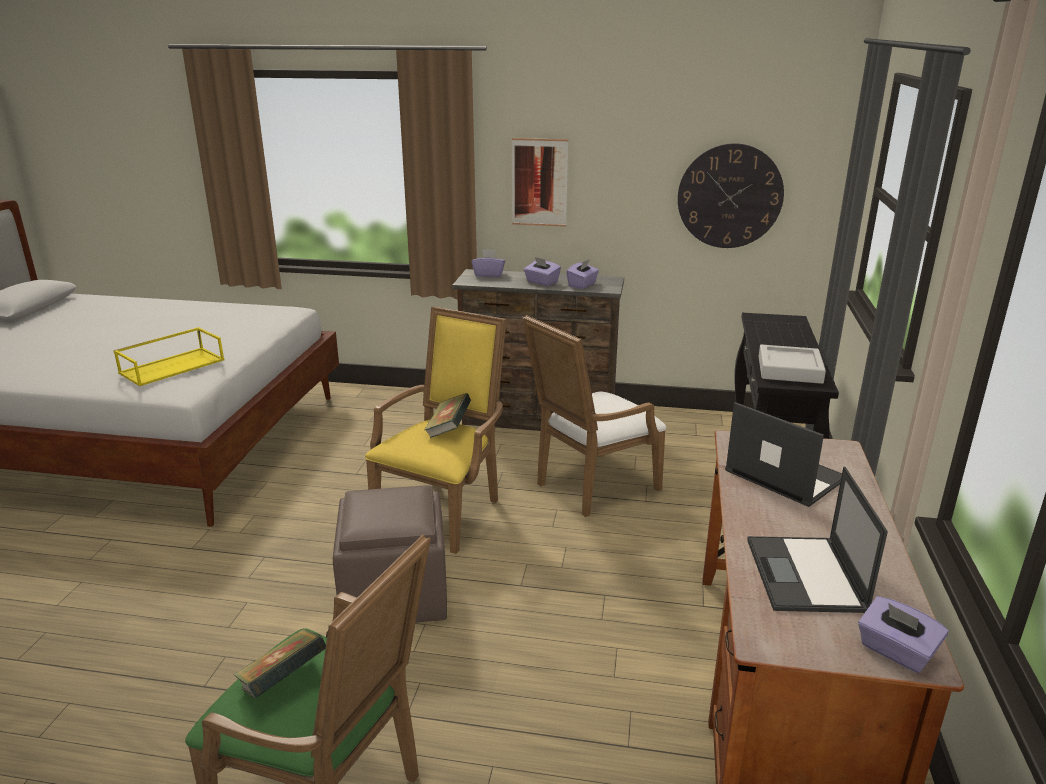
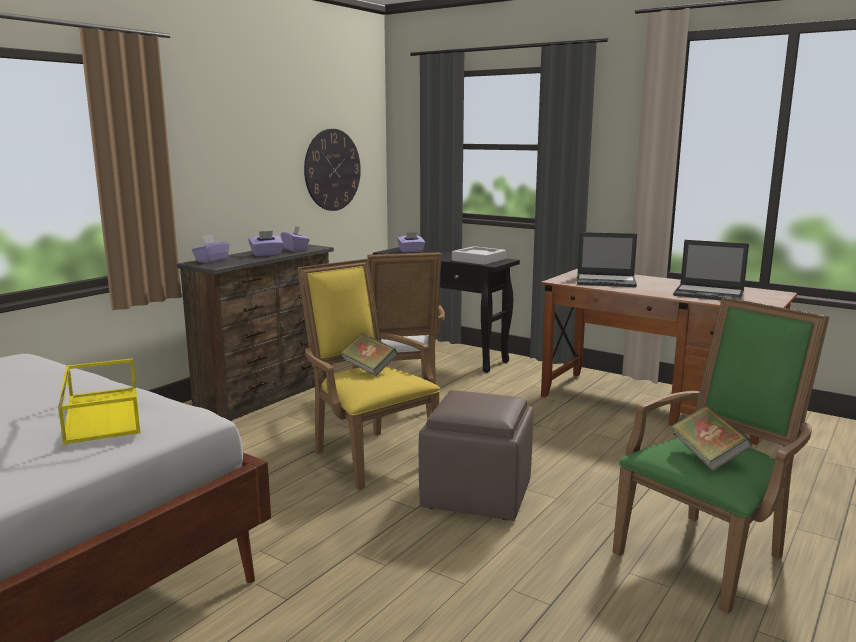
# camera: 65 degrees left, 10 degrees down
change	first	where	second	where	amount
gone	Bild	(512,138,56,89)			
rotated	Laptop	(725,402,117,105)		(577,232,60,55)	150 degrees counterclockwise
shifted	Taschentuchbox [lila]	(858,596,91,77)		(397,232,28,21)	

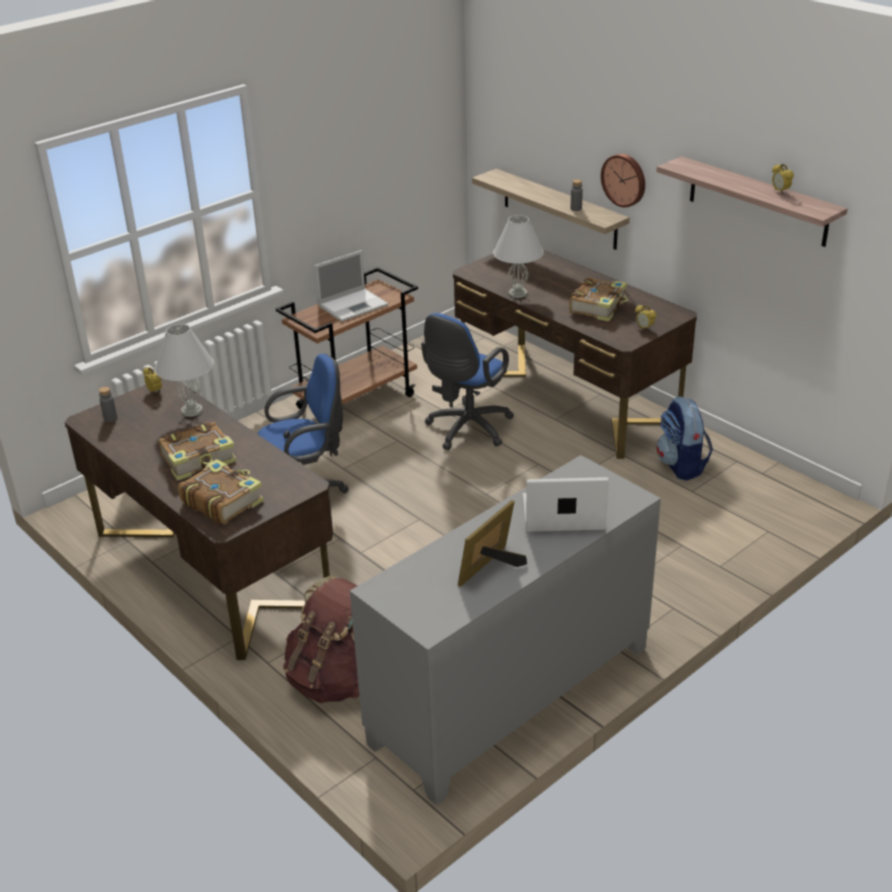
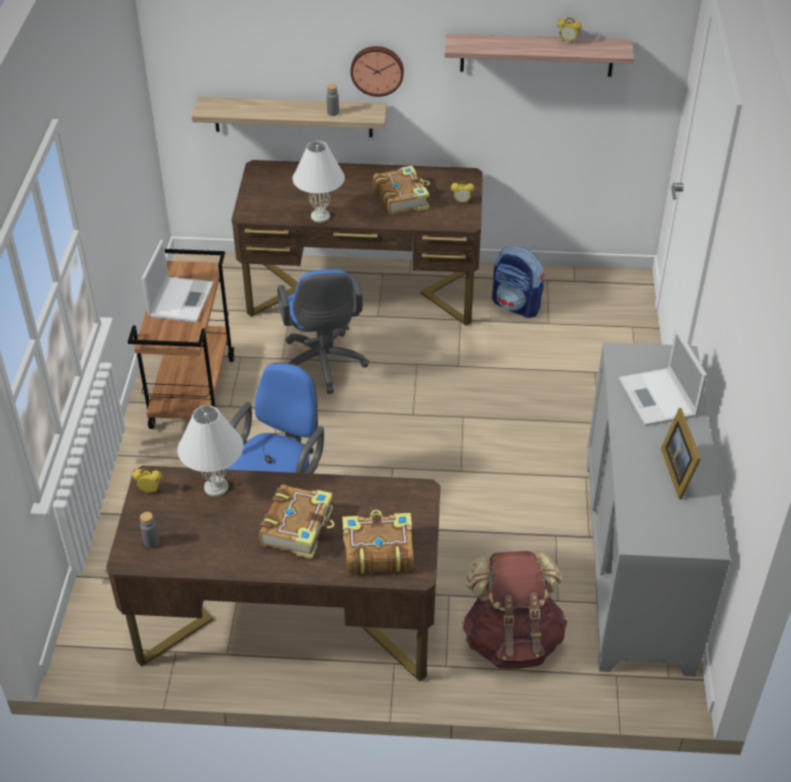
# camera: 45 degrees left, 10 degrees up
change	first	where	second	where	amount
rotated	Laptop	(522,477,87,55)		(619,329,88,97)	60 degrees counterclockwise

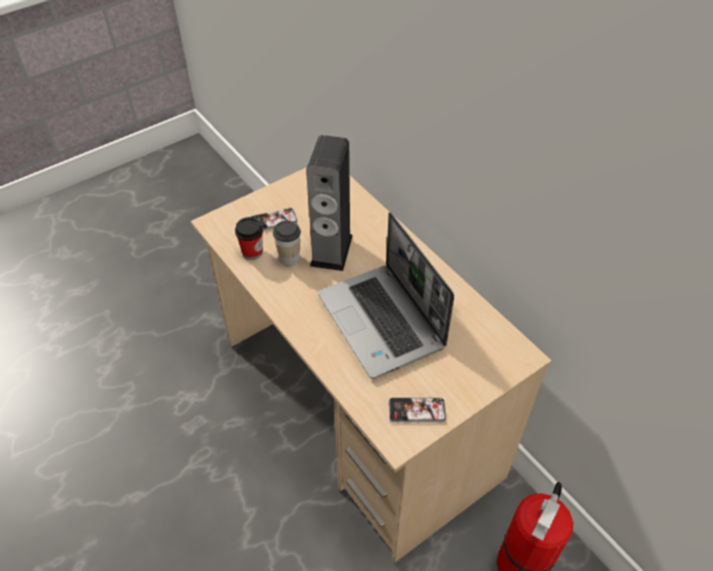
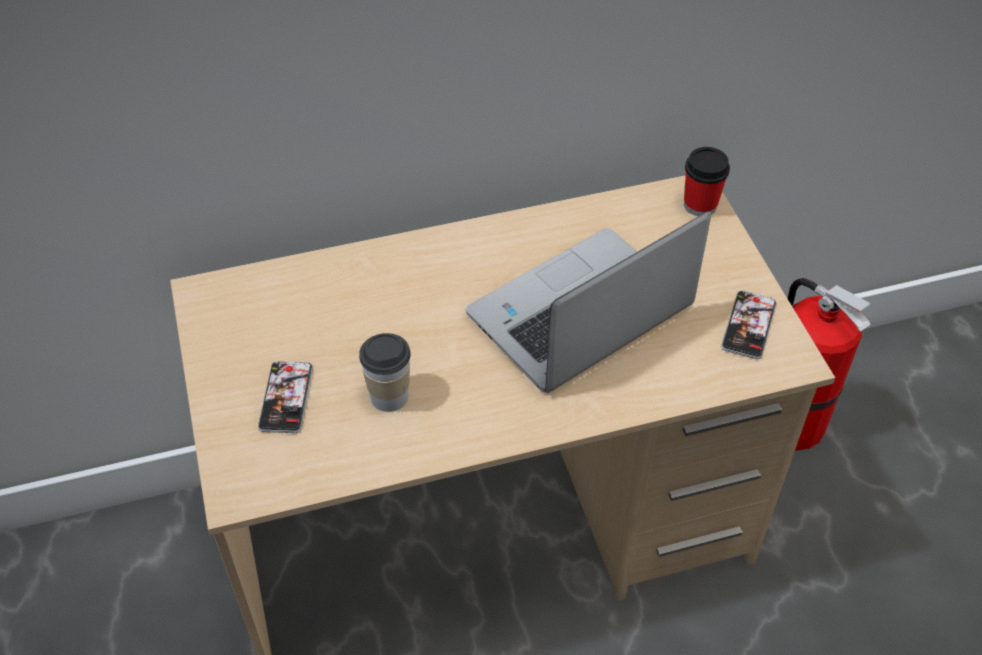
# camera: 70 degrees left, 0 degrees up
change	first	where	second	where	amount
gone	Lautsprecher	(306,135,47,136)			
rotated	Laptop	(318,212,136,167)		(466,211,245,182)	150 degrees clockwise
shifted	Tasse	(235,217,28,43)		(684,147,46,69)	

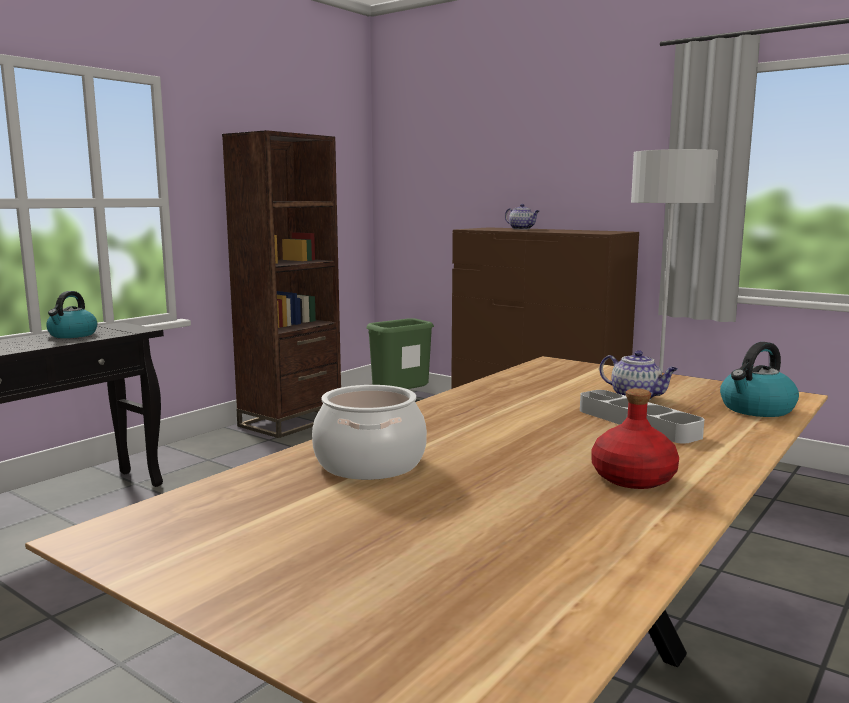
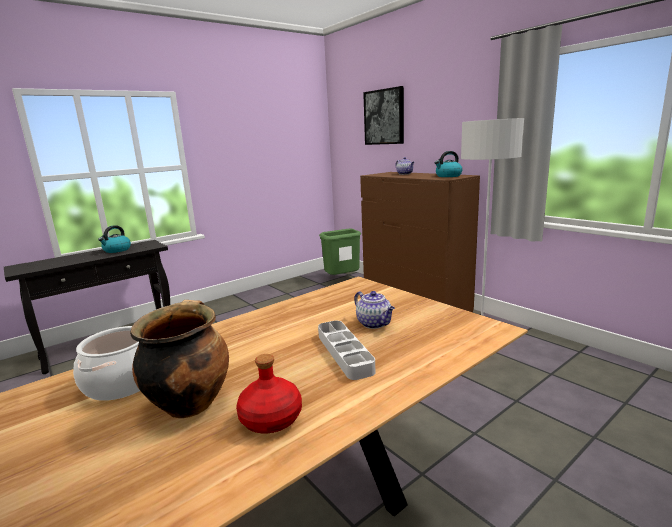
# camera: 15 degrees right, 5 degrees up
change	first	where	second	where	amount
gone	Bücherregal [braun]	(222,130,119,308)			
shifted	Wasserkessel	(720,342,79,75)		(435,151,27,26)	
new			Bild	(363,86,41,59)	
new			Kochtopf	(130,300,99,119)	

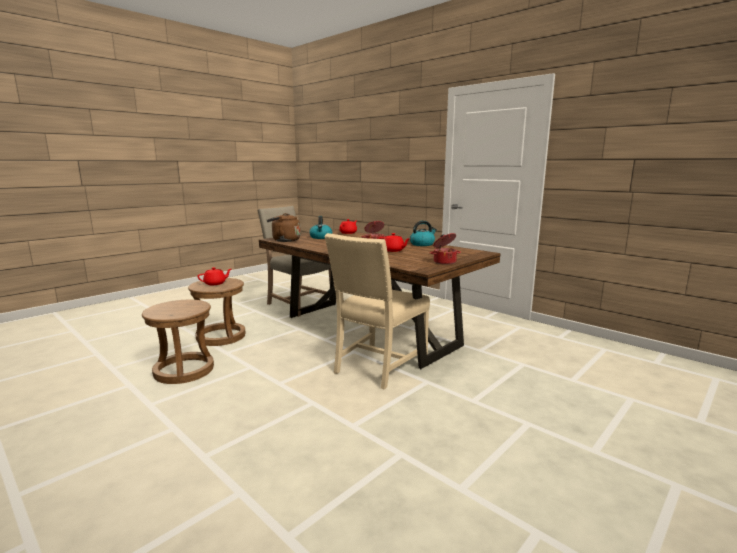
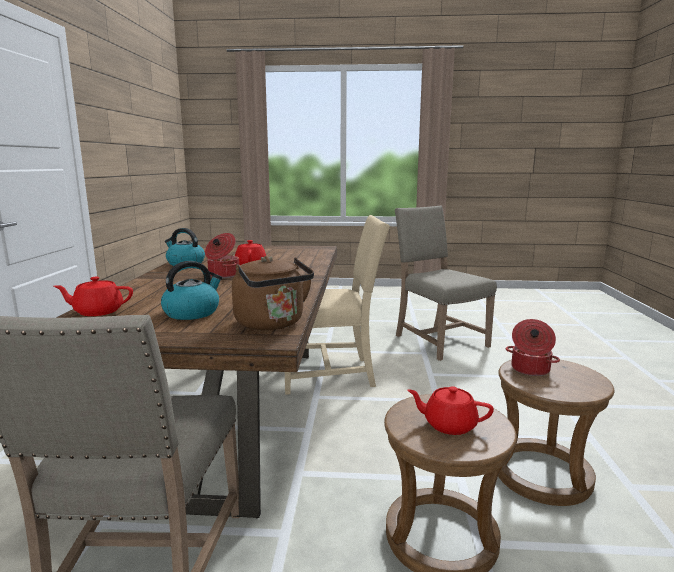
# camera: 130 degrees left, 0 degrees up
change	first	where	second	where	amount
shifted	Kochtopf	(429,233,32,32)		(506,319,54,57)	
new			Stuhl [beige]	(395,206,102,155)	

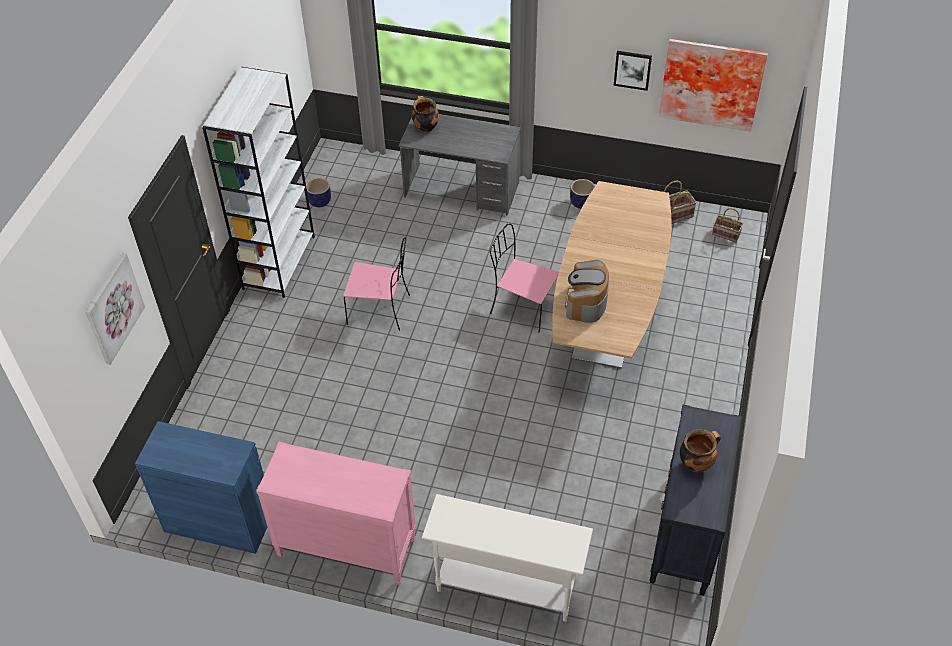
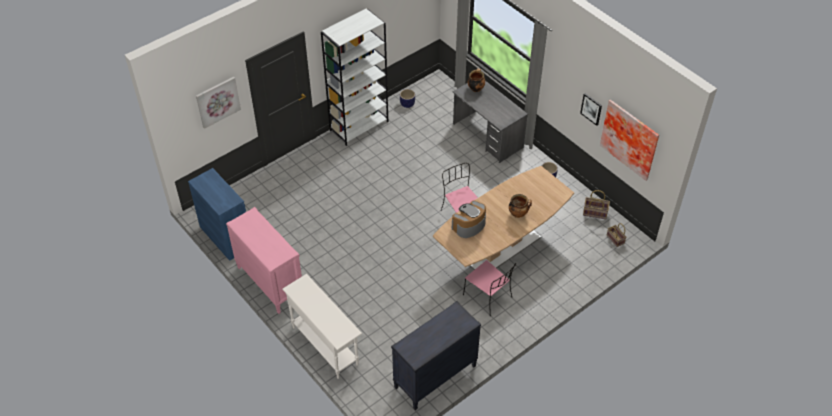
# camera: 35 degrees right, 0 degrees up
change	first	where	second	where	amount
shifted	Stuhl [rosa]	(343,237,67,94)		(463,260,53,56)	
shifted	Kochtopf	(680,429,41,43)		(509,194,23,24)	

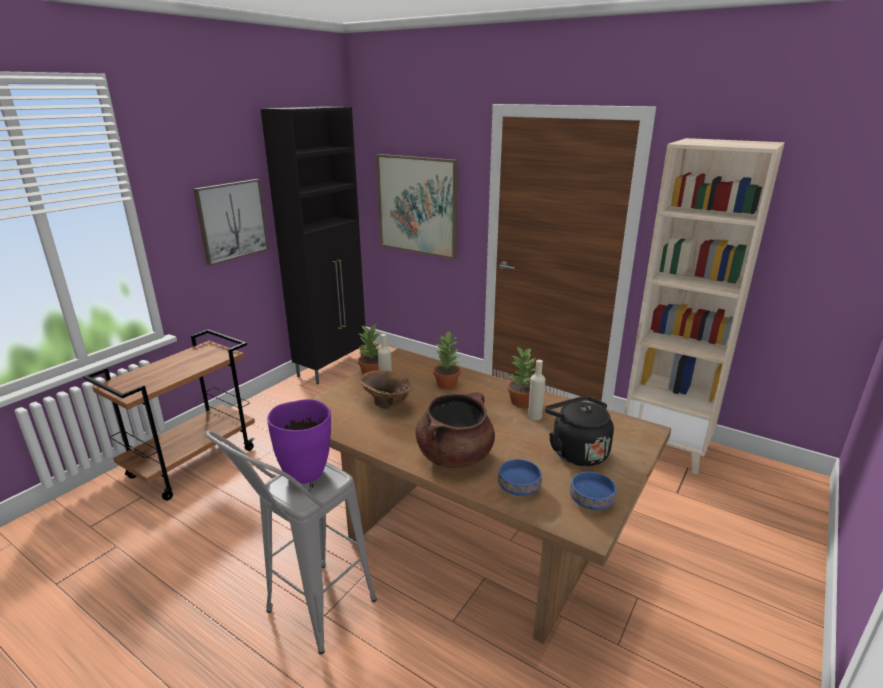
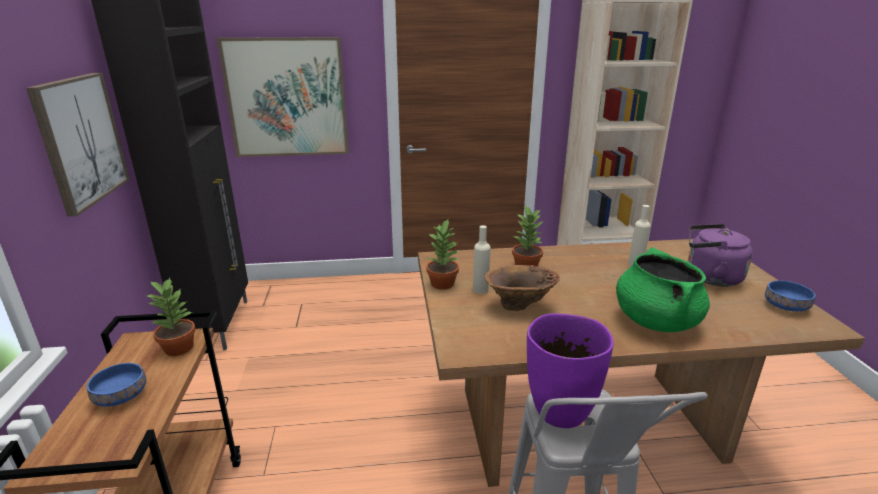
# camera: 40 degrees left, 0 degrees up
change	first	where	second	where	amount
shifted	Topfpflanze	(508,347,28,60)		(147,278,49,78)	
repainted	Kochtopf [braun]	(416,392,79,76)	Kochtopf [grün]	(616,247,94,85)	
repainted	Wasserkessel [schwarz]	(545,396,69,70)	Wasserkessel [lila]	(688,224,65,62)	
shifted	Schüssel [blau]	(498,459,44,37)		(87,363,59,44)	

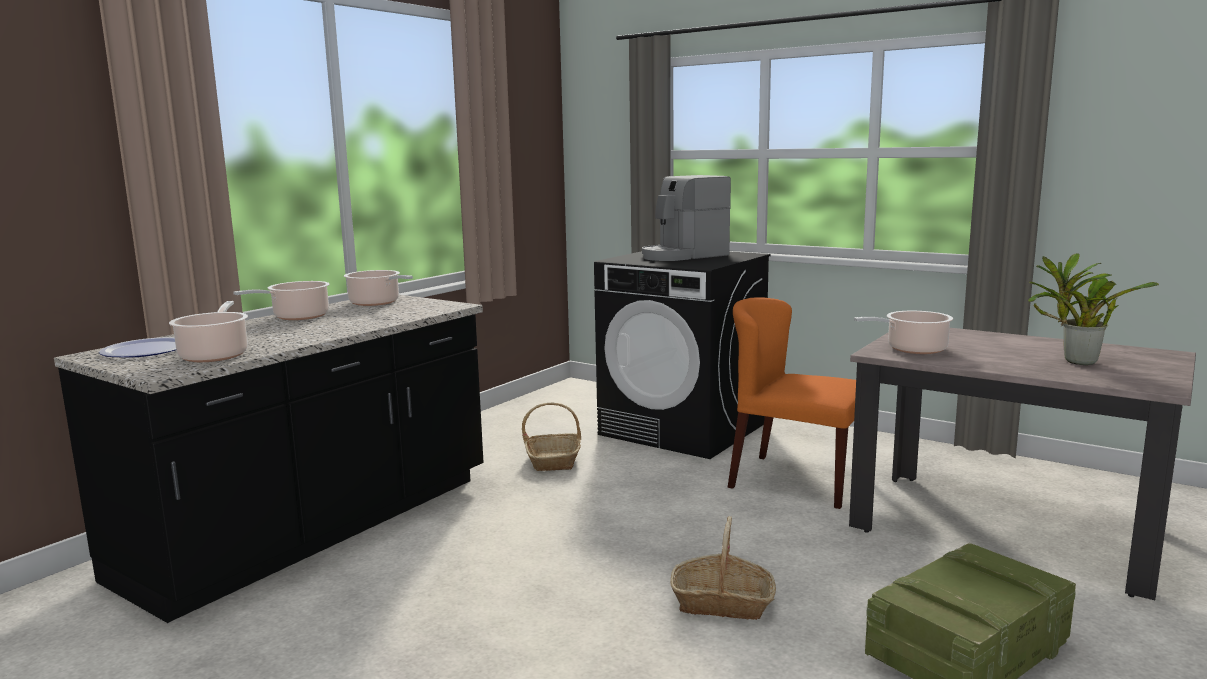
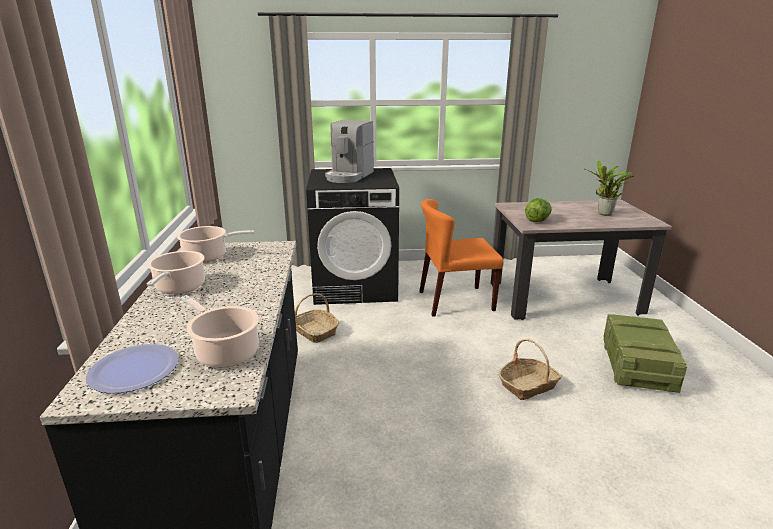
# camera: 40 degrees left, 10 degrees up
change	first	where	second	where	amount
swapped	Kochtopf	(854,311,99,43)	Salatkopf	(525,198,27,24)	

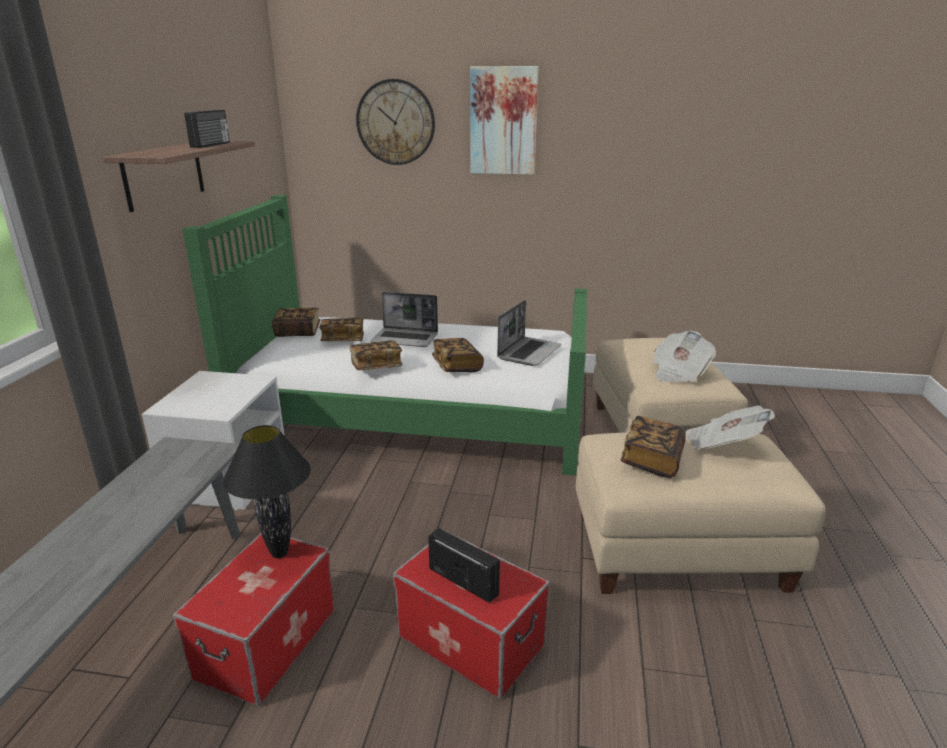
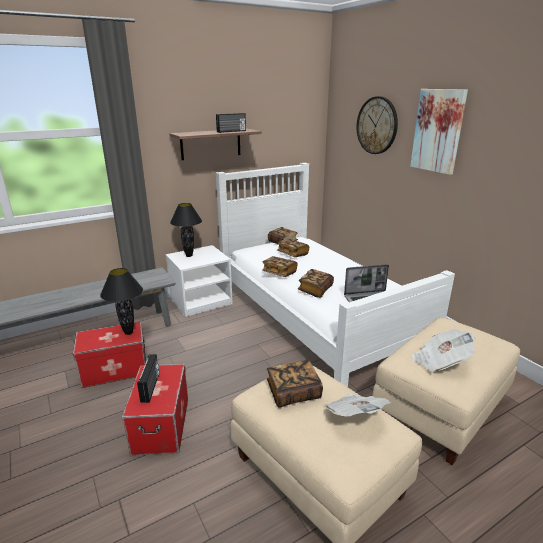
# camera: 50 degrees right, 0 degrees up
change	first	where	second	where	amount
repainted	Bett [grün]	(182,195,405,281)	Bett [weiß]	(216,163,239,224)	
gone	Laptop	(370,292,68,55)			
new			Tischlampe [schwarz]	(170,203,32,54)	

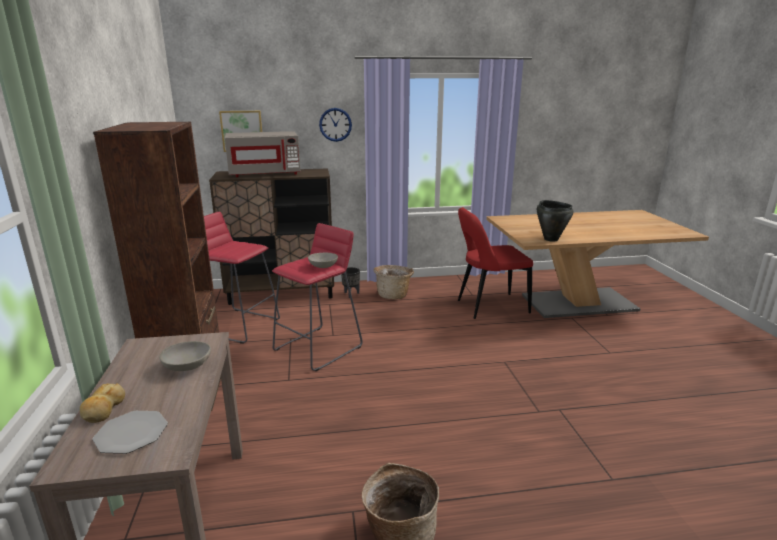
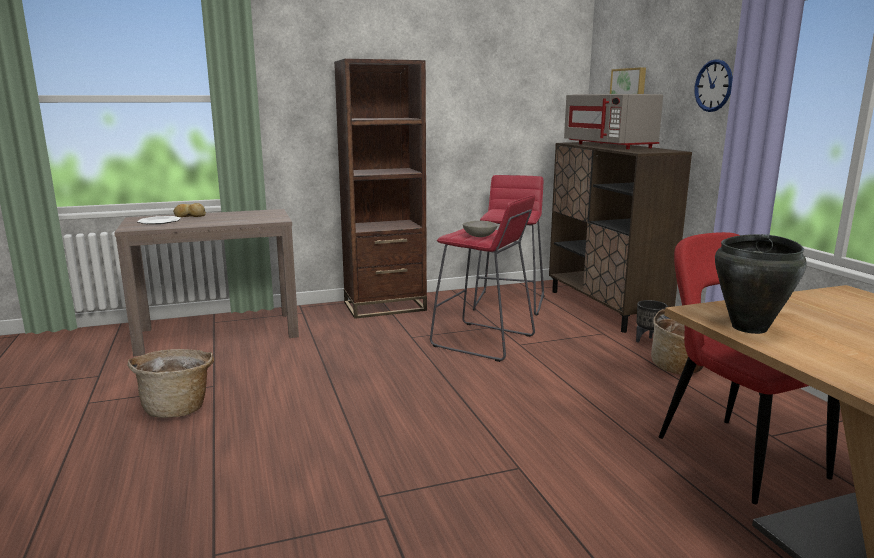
# camera: 80 degrees right, 5 degrees down
change	first	where	second	where	amount
gone	Schüssel [grau]	(159,341,52,30)			

